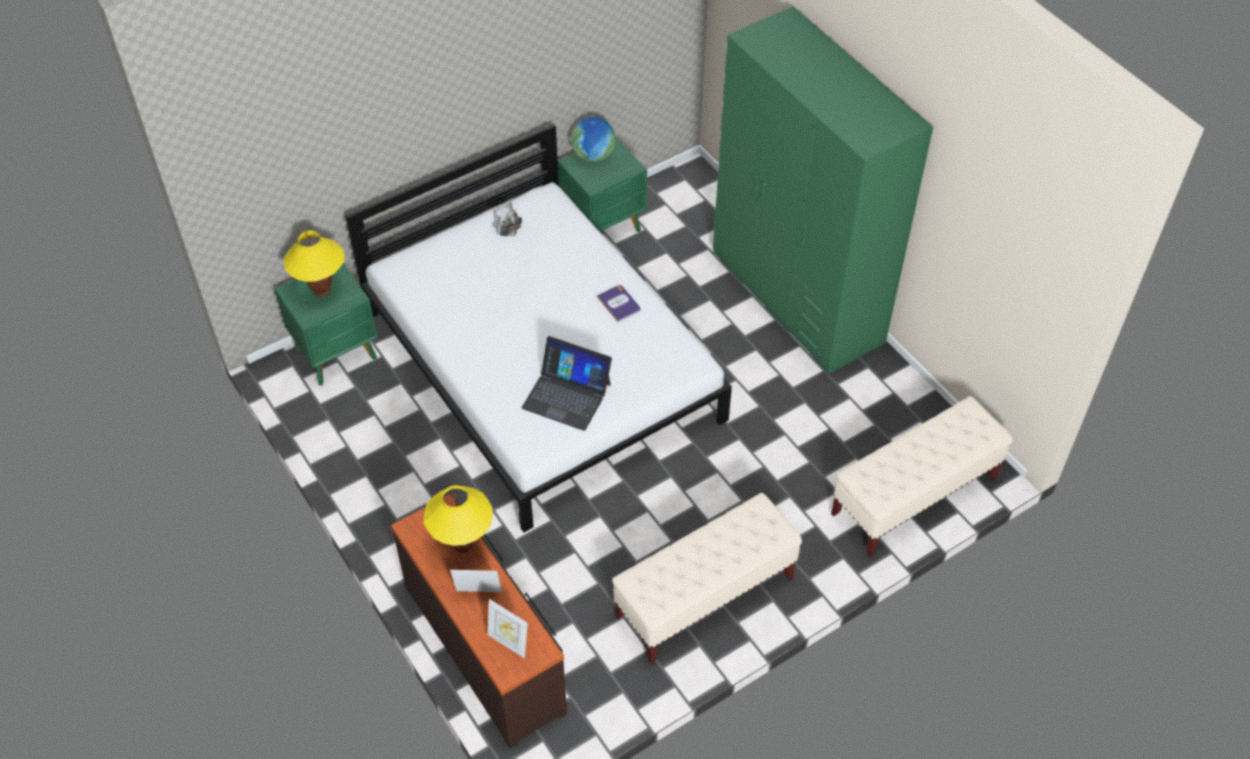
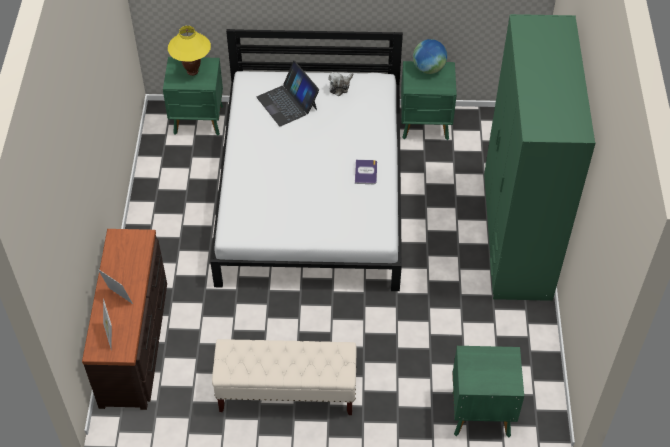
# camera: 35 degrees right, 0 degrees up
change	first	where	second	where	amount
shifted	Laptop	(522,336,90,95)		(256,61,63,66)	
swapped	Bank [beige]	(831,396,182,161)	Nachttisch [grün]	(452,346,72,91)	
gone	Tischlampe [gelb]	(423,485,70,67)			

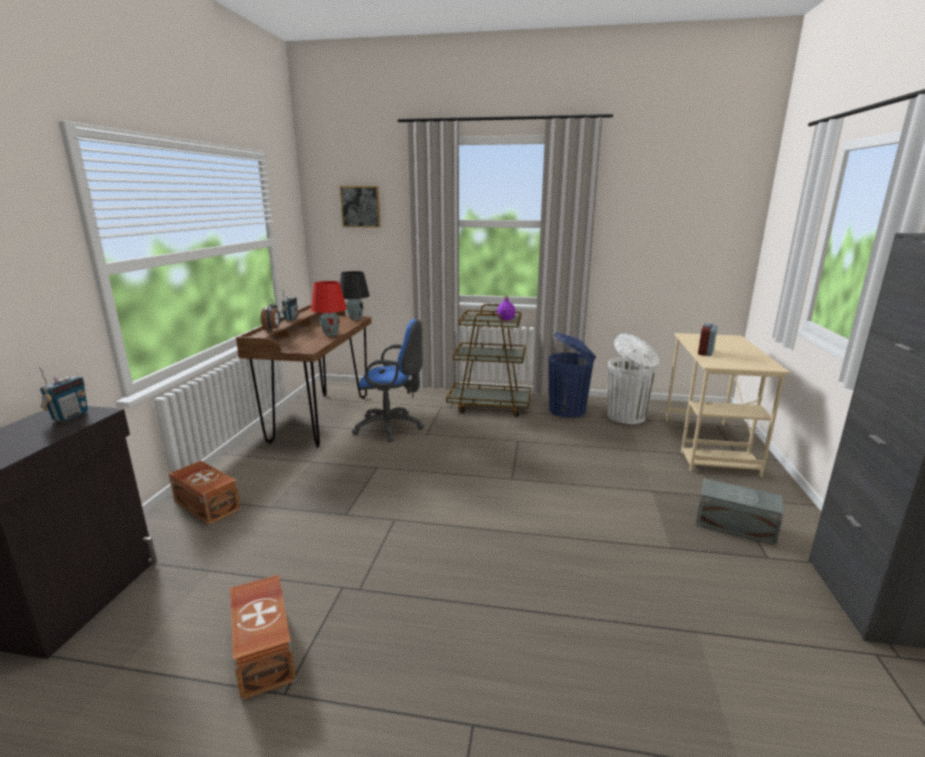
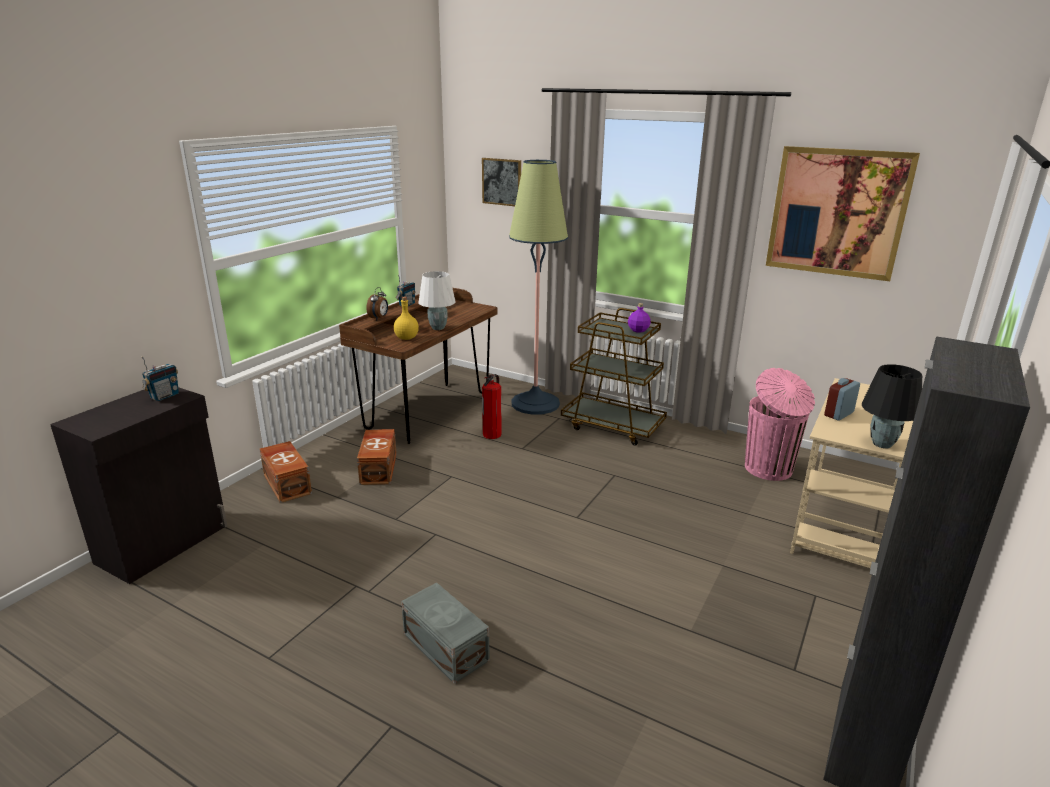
# camera: 20 degrees right, 5 degrees up
change	first	where	second	where	amount
shifted	Tischlampe [schwarz]	(340,271,30,49)		(862,364,60,85)	
repainted	Tischlampe [rot]	(311,281,36,55)	Tischlampe [weiß]	(418,271,37,59)	
swapped	Bürostuhl [blau]	(352,319,72,123)	Feuerlöscher	(482,374,19,65)	
gone	Mülleimer [blau]	(548,332,49,86)			
repainted	Mülleimer [weiß]	(607,334,53,90)	Mülleimer [rosa]	(745,368,70,113)	
shifted	Aufbewahrungsbox [grau]	(696,478,88,67)		(401,582,89,102)	
shifted	Aufbewahrungsbox [braun]	(230,575,66,126)		(357,429,40,56)	
new			Bild	(766,146,154,135)	
new			Stehlampe	(509,160,59,255)	
new			Flasche [gelb]	(394,296,25,44)	

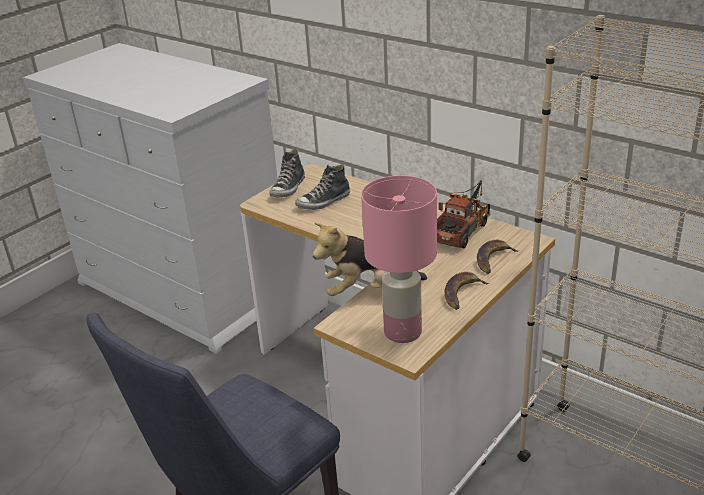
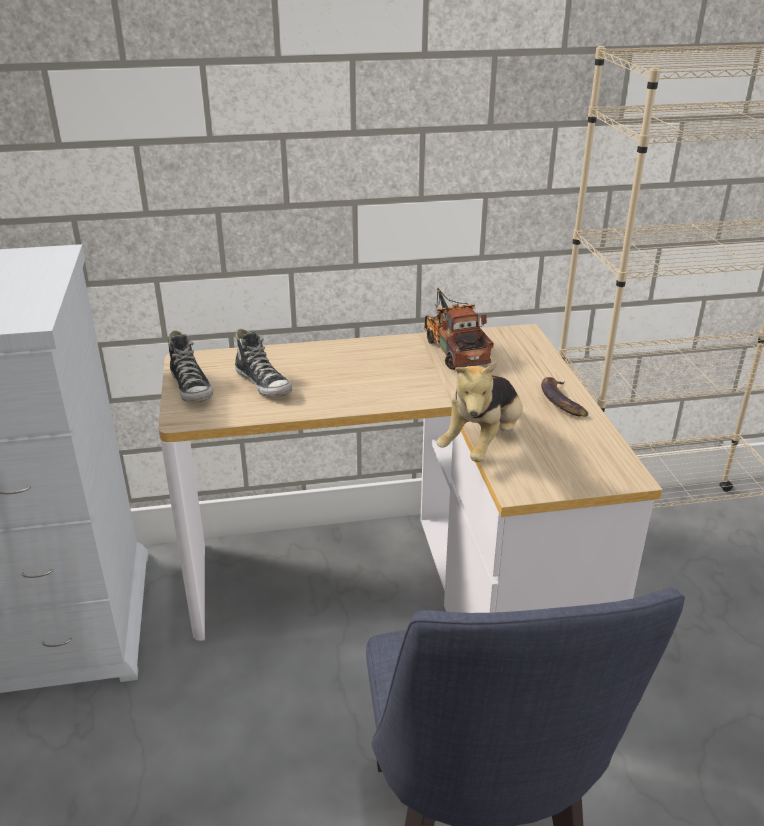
# camera: 50 degrees left, 0 degrees up
change	first	where	second	where	amount
rotated	Schuh	(295,164,55,46)		(235,329,57,68)	45 degrees counterclockwise
gone	Tischlampe [rosa]	(361,175,76,168)			
gone	Banane	(477,240,43,34)			

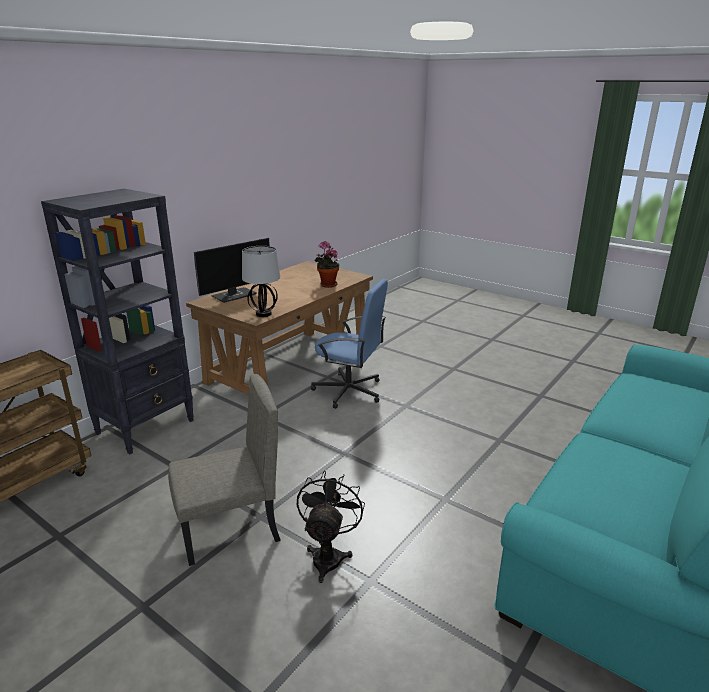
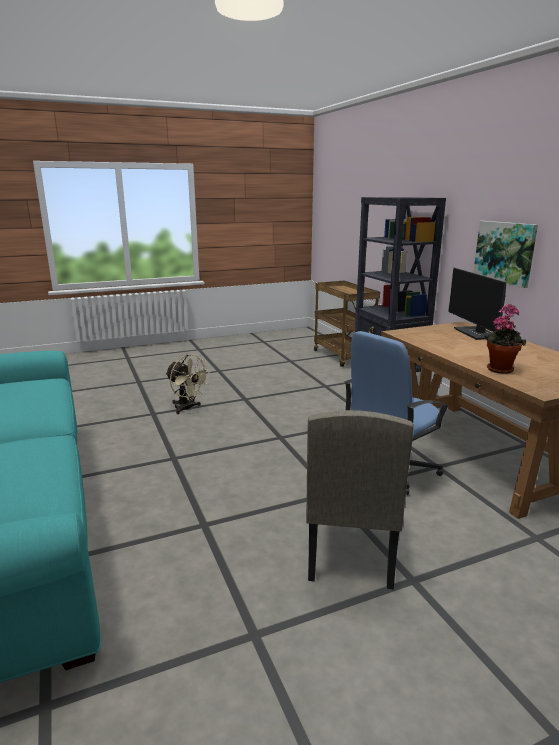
# camera: 120 degrees right, 5 degrees down
change	first	where	second	where	amount
gone	Tischlampe	(242,246,38,71)			
shifted	Stuhl [beige]	(168,374,113,192)		(306,410,108,179)	
repainted	Ventilator [schwarz]	(297,471,68,112)	Ventilator [beige]	(166,355,43,59)	
new			Bild	(473,221,65,67)	

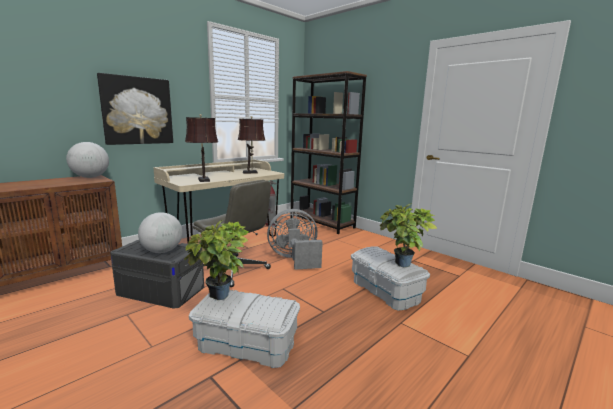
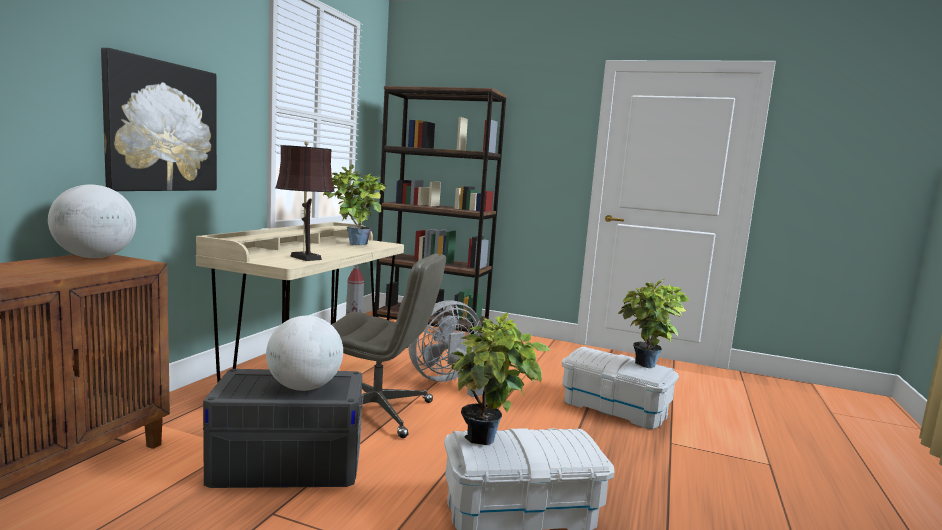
# camera: 25 degrees left, 5 degrees down
change	first	where	second	where	amount
swapped	Tischlampe [braun]	(238,116,27,58)	Topfpflanze	(323,164,63,81)	

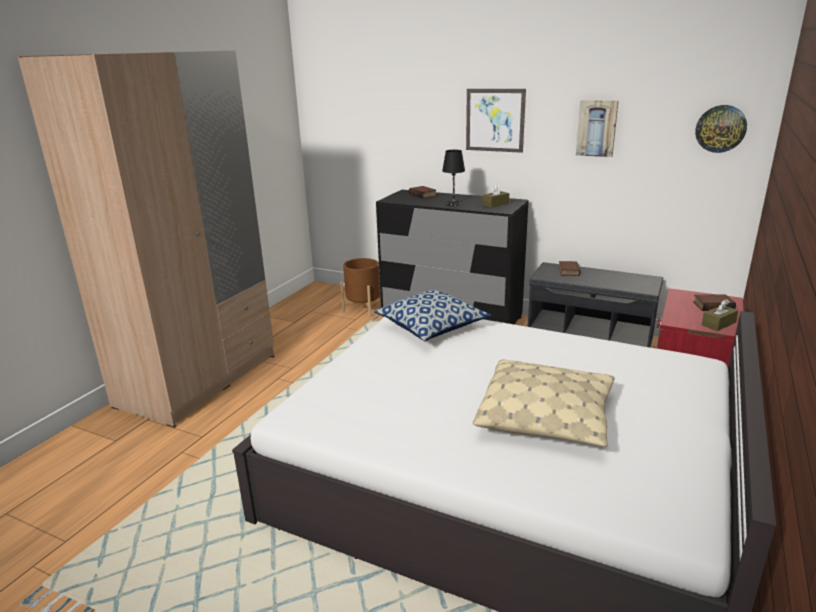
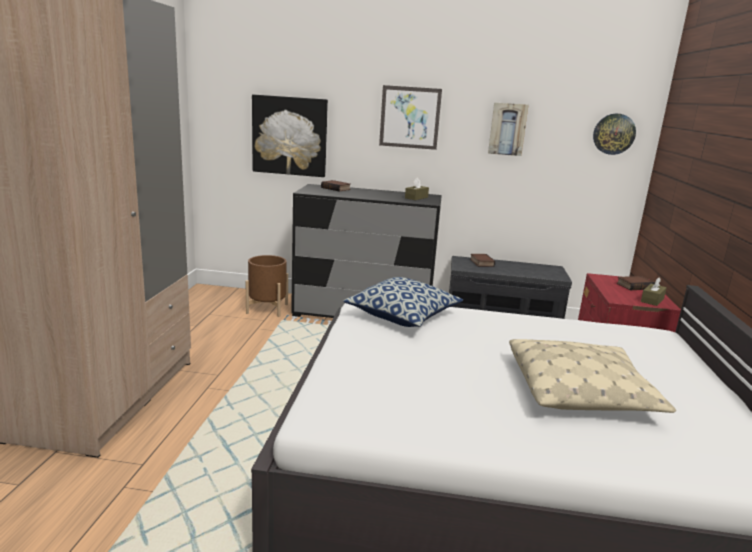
# camera: 20 degrees left, 5 degrees down
change	first	where	second	where	amount
gone	Tischlampe [schwarz]	(442,150,23,56)			
new			Bild	(252,95,76,82)	

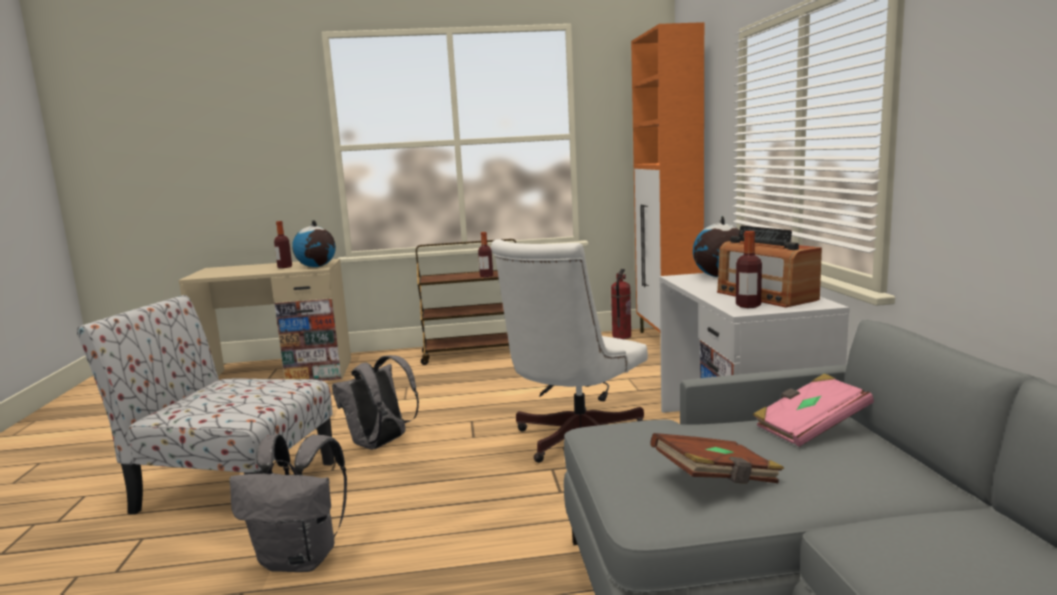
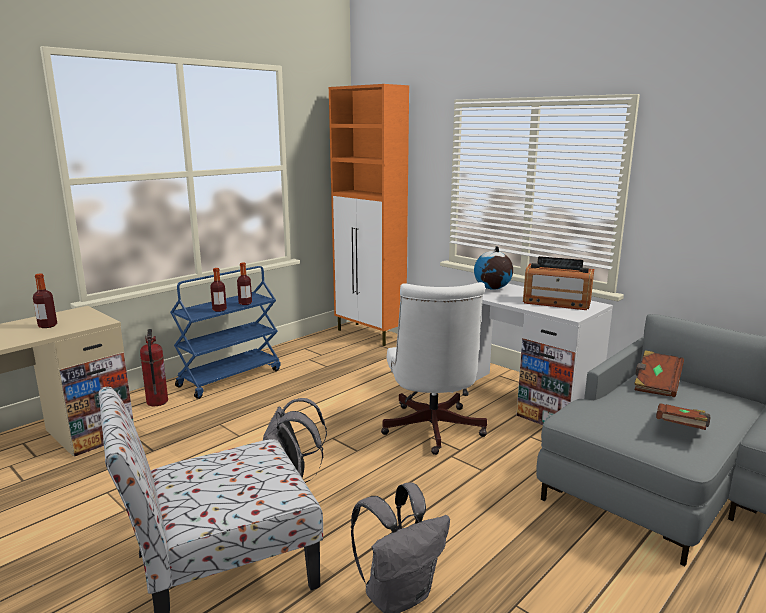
# camera: 40 degrees left, 5 degrees up
change	first	where	second	where	amount
gone	Globus	(292,220,44,47)			
shifted	Flasche	(736,231,26,77)		(210,268,17,44)	
repainted	Rollwagen [braun]	(416,239,100,126)	Rollwagen [blau]	(170,266,110,133)	
shifted	Feuerlöscher	(611,269,20,70)		(140,329,28,77)	
repainted	Buch [rosa]	(753,373,121,74)	Buch [braun]	(634,350,50,47)	

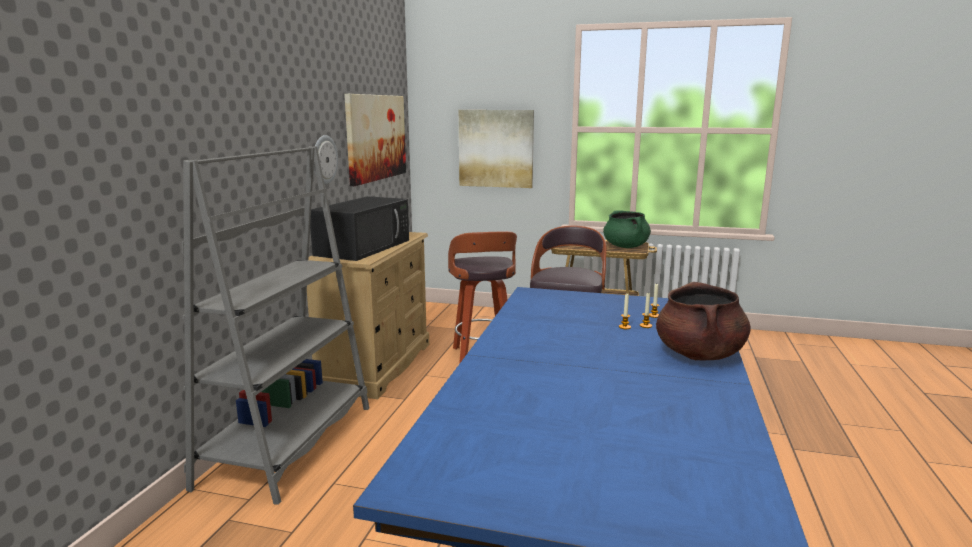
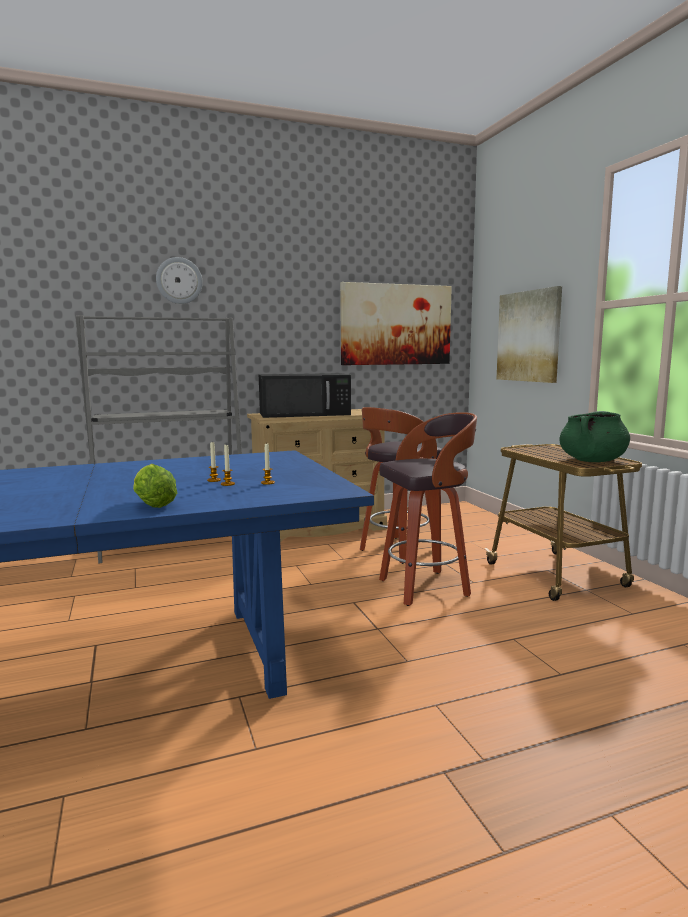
# camera: 55 degrees right, 5 degrees down
change	first	where	second	where	amount
shifted	Wanduhr	(314,135,24,49)		(156,257,47,47)	
swapped	Kochtopf [braun]	(656,282,95,78)	Salatkopf	(133,464,44,44)	

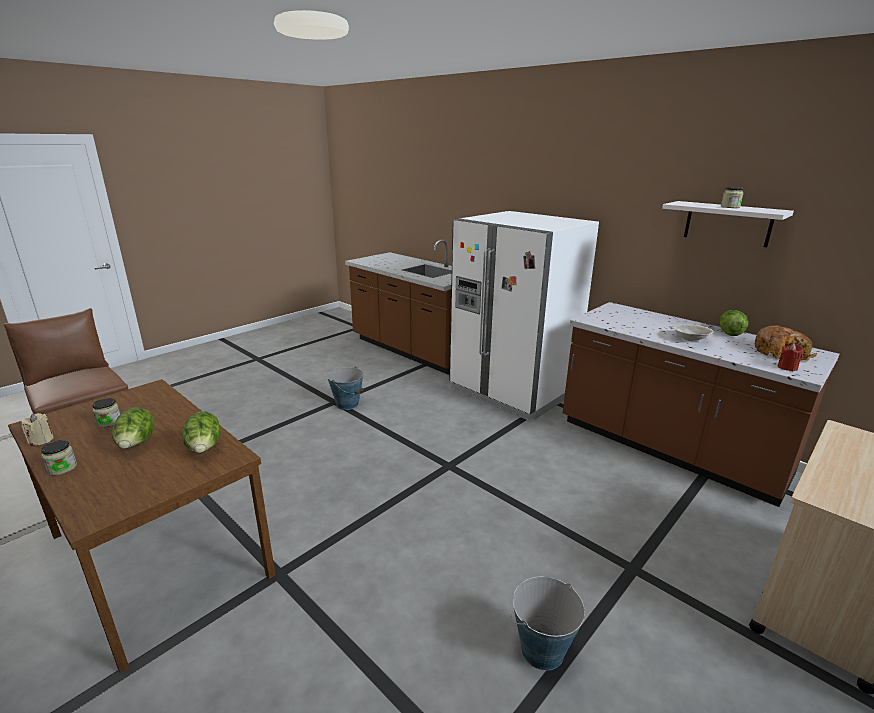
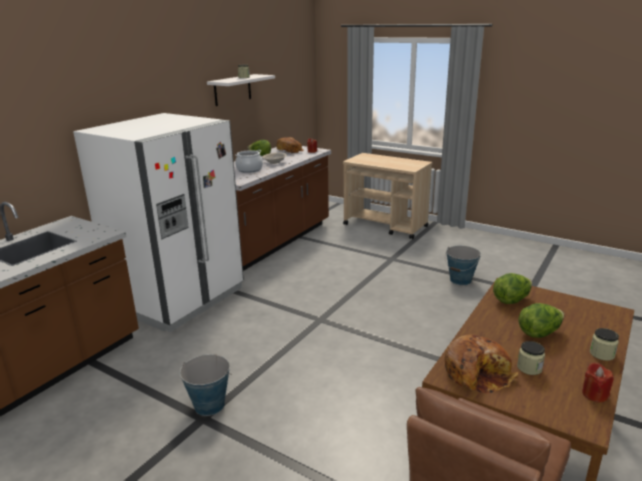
# camera: 100 degrees left, 0 degrees up
change	first	where	second	where	amount
repainted	Kerze [beige]	(21,413,33,33)	Kerze [rot]	(582,363,32,39)	
new			Kochtopf	(235,150,28,23)	
new			Brot	(445,334,73,60)	

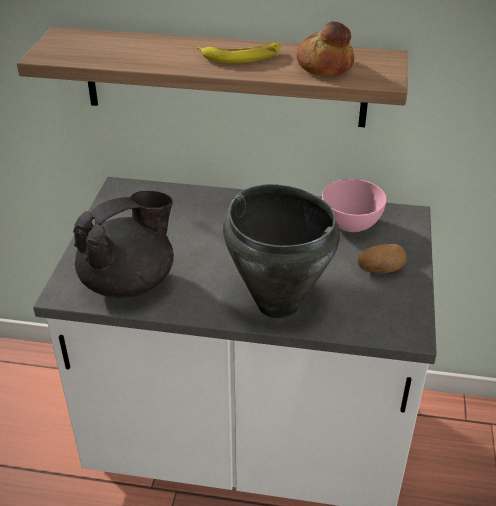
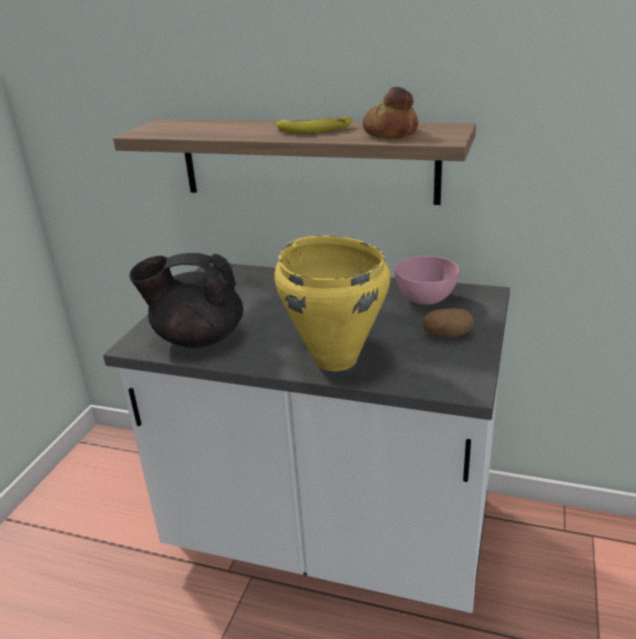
# camera: 10 degrees right, 10 degrees down
change	first	where	second	where	amount
repainted	Kochtopf [schwarz]	(223,184,117,134)	Kochtopf [gelb]	(274,236,117,135)	
rotated	Teekanne [schwarz]	(73,191,101,107)		(129,253,114,95)	150 degrees counterclockwise

